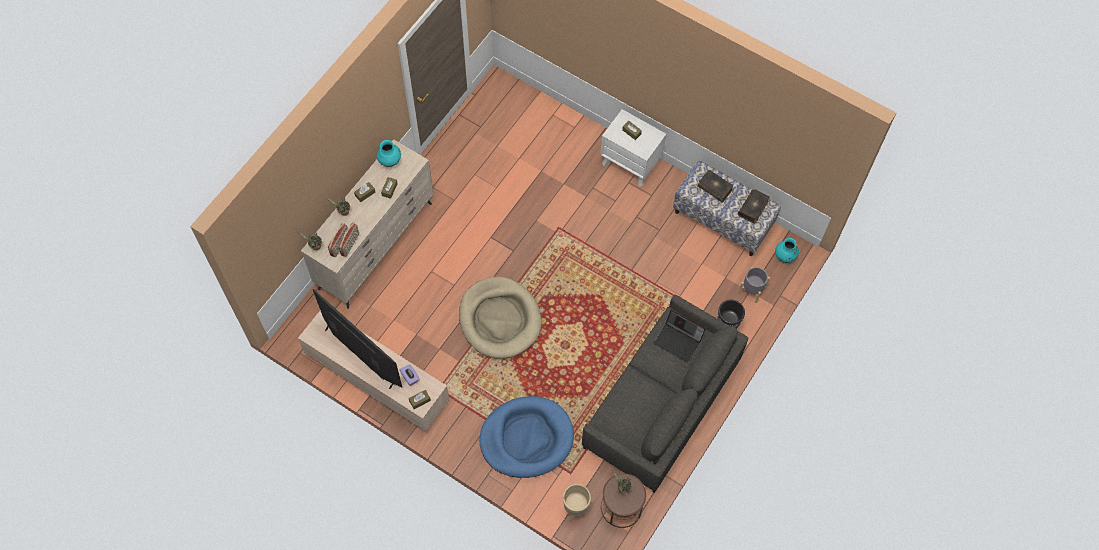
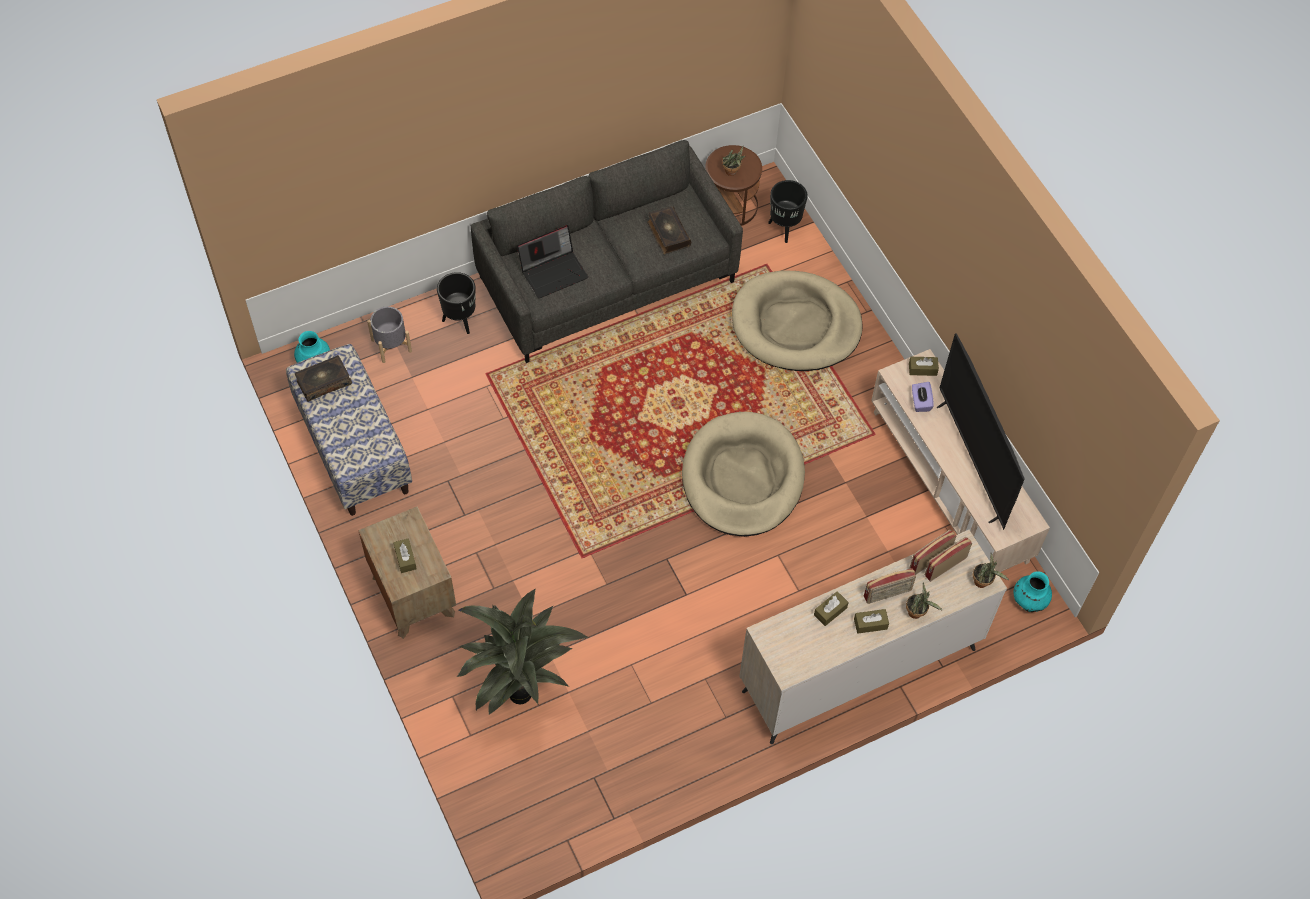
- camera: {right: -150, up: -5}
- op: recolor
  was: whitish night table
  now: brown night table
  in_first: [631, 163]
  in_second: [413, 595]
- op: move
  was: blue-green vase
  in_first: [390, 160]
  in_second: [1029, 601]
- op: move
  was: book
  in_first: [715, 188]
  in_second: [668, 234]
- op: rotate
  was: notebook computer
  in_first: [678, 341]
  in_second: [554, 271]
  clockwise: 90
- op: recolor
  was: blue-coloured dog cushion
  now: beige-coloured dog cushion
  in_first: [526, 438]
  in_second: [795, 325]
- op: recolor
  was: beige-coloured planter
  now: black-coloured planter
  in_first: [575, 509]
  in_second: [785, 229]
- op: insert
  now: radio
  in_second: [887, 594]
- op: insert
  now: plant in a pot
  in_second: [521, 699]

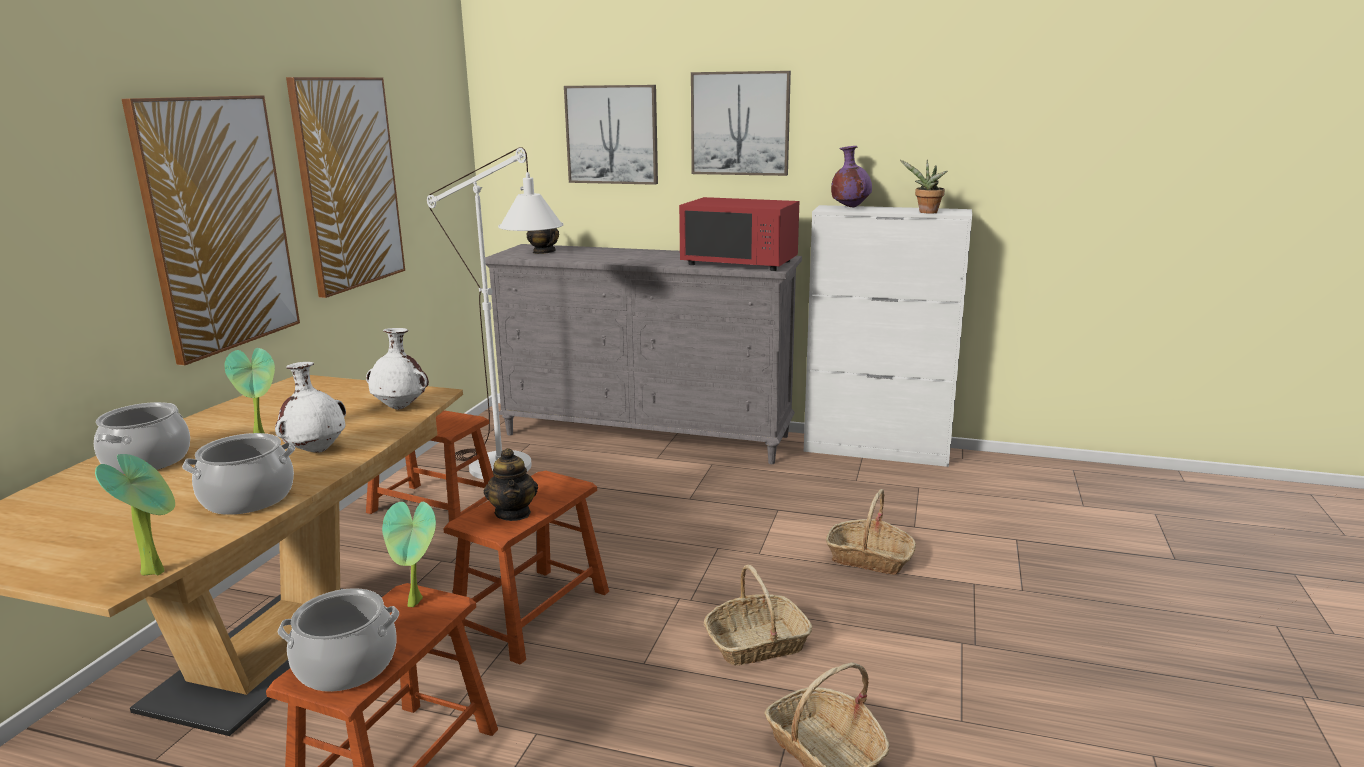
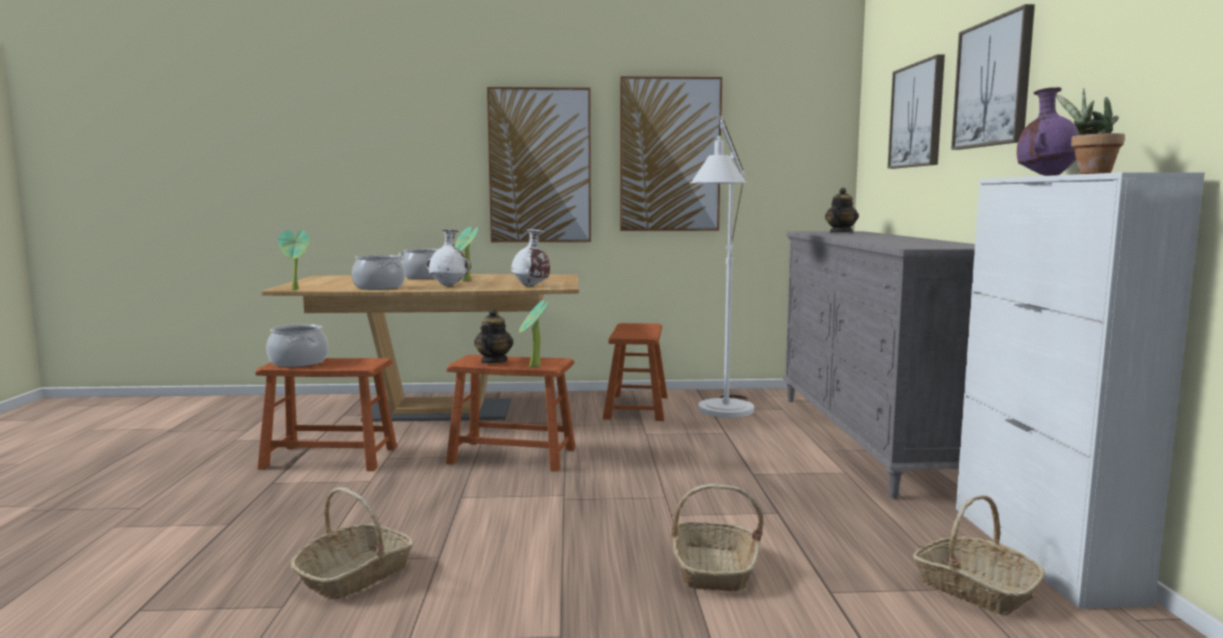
- camera: {right: 70, up: -10}
- op: delete
  was: red-coloured microwave
  in_first: [740, 262]
- op: rotate
  was: teapot
  in_first: [513, 513]
  in_second: [493, 361]
  clockwise: 135
- op: move
  was: plant in a pot
  in_first: [417, 603]
  in_second: [533, 367]
- op: move
  was: storage basket
  in_first: [757, 644]
  in_second: [974, 589]

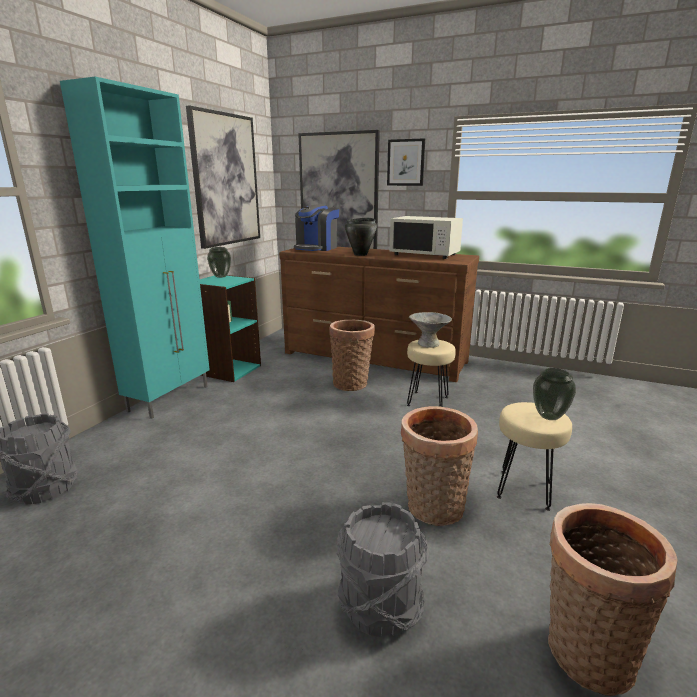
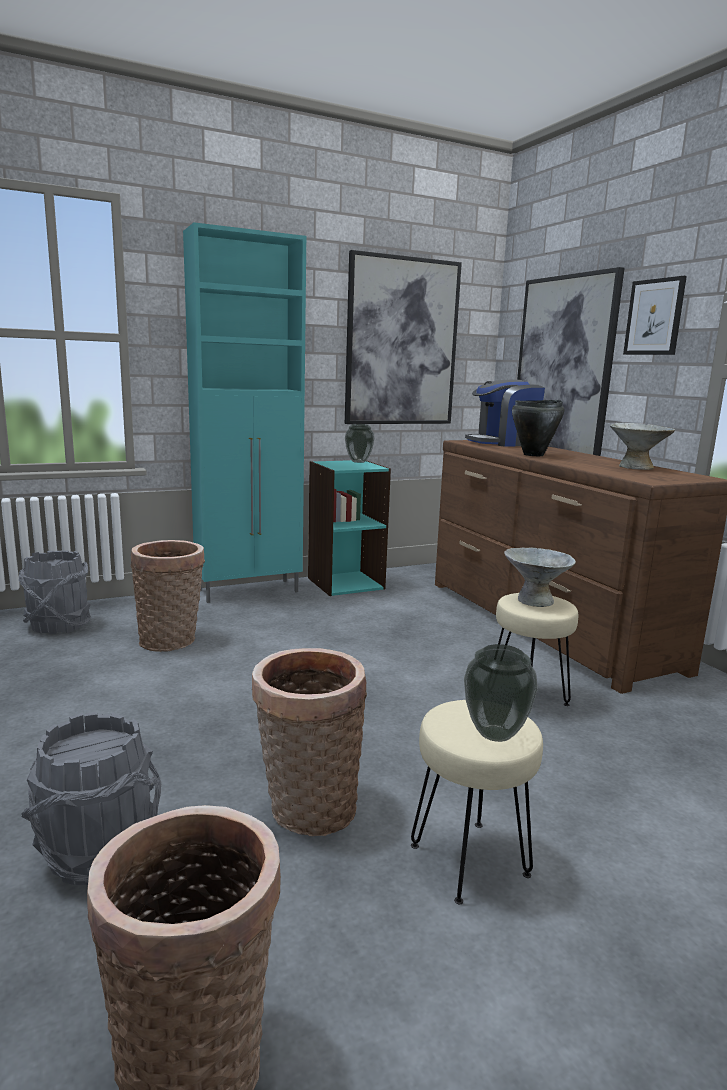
- camera: {right: 40, up: -5}
- op: replace
  was: whitish microwave
  now: greyish deep dish
  in_first: [425, 254]
  in_second: [636, 467]
- op: move
  was: storage basket
  in_first: [351, 383]
  in_second: [171, 640]

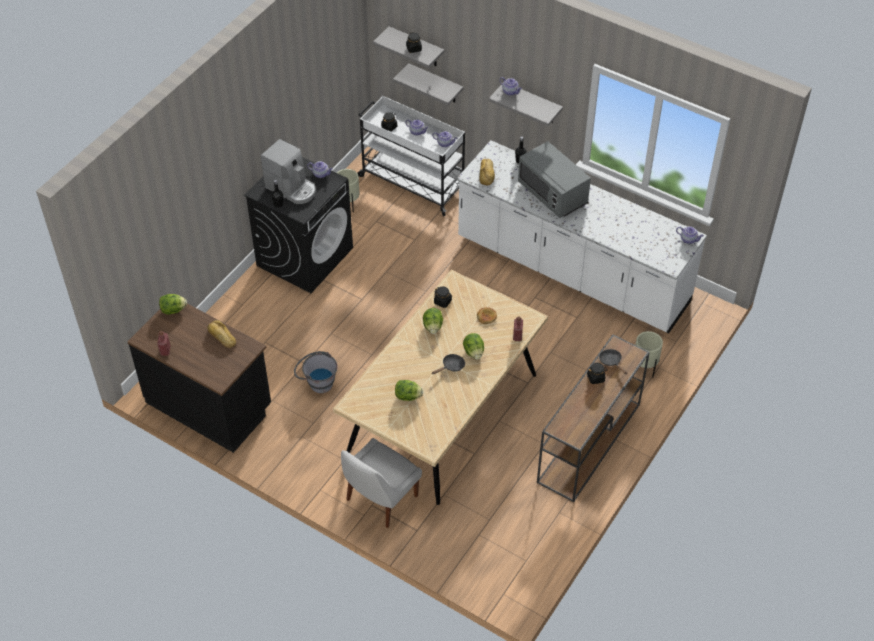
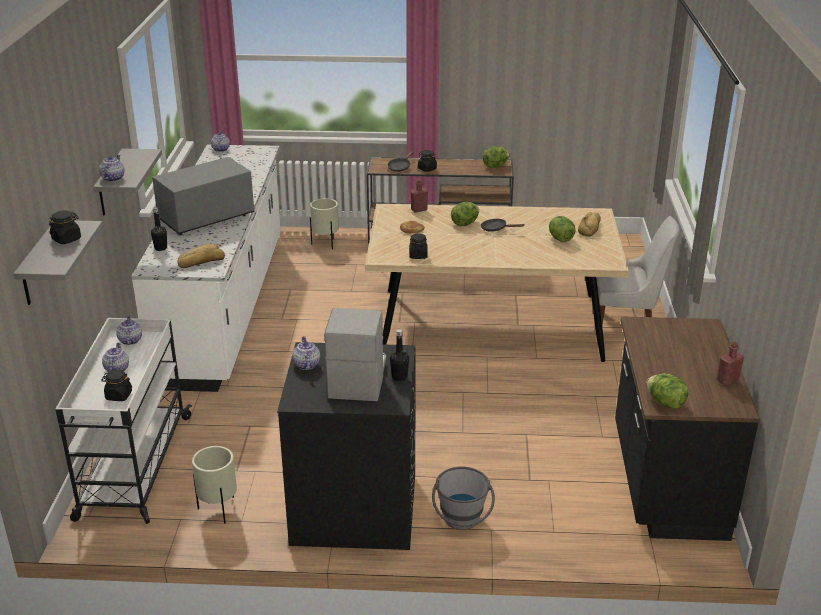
- camera: {right: -120, up: -20}
- op: delete
  was: greyish wall shelf
  in_first: [435, 84]
- op: rotate
  was: greyish microwave
  in_first: [553, 194]
  in_second: [206, 218]
  clockwise: -150
- op: move
  was: head of lettuce
  in_first: [433, 327]
  in_second: [495, 166]
- op: move
  was: bakery bread
  in_first: [221, 336]
  in_second: [590, 227]
- op: move
  was: greyish bucket
  in_first: [317, 382]
  in_second: [462, 523]

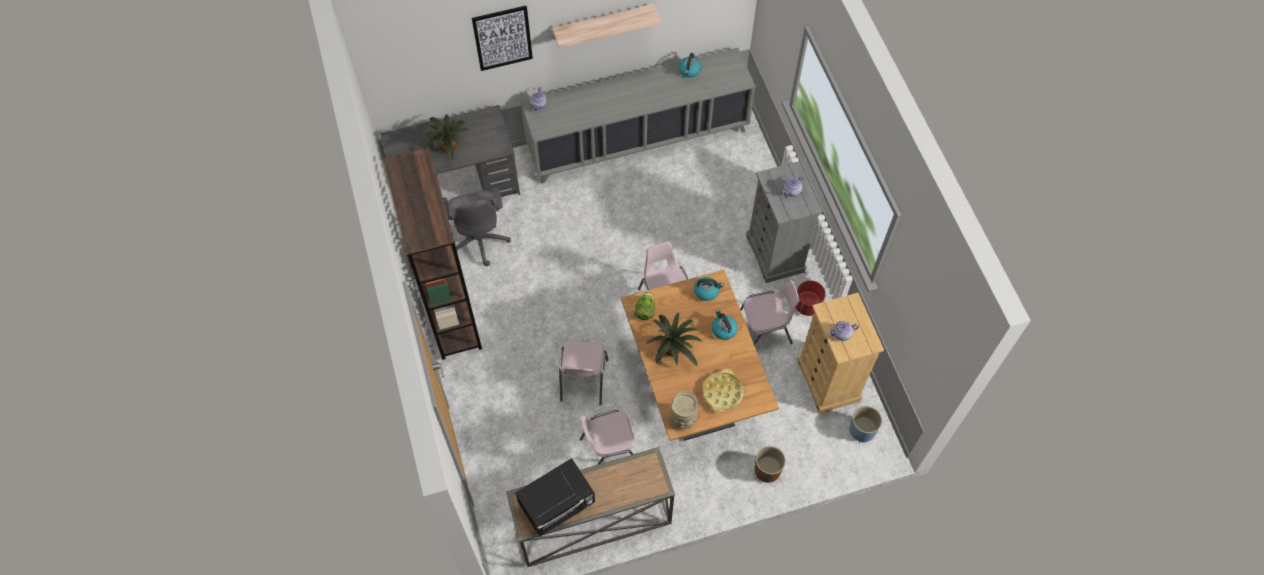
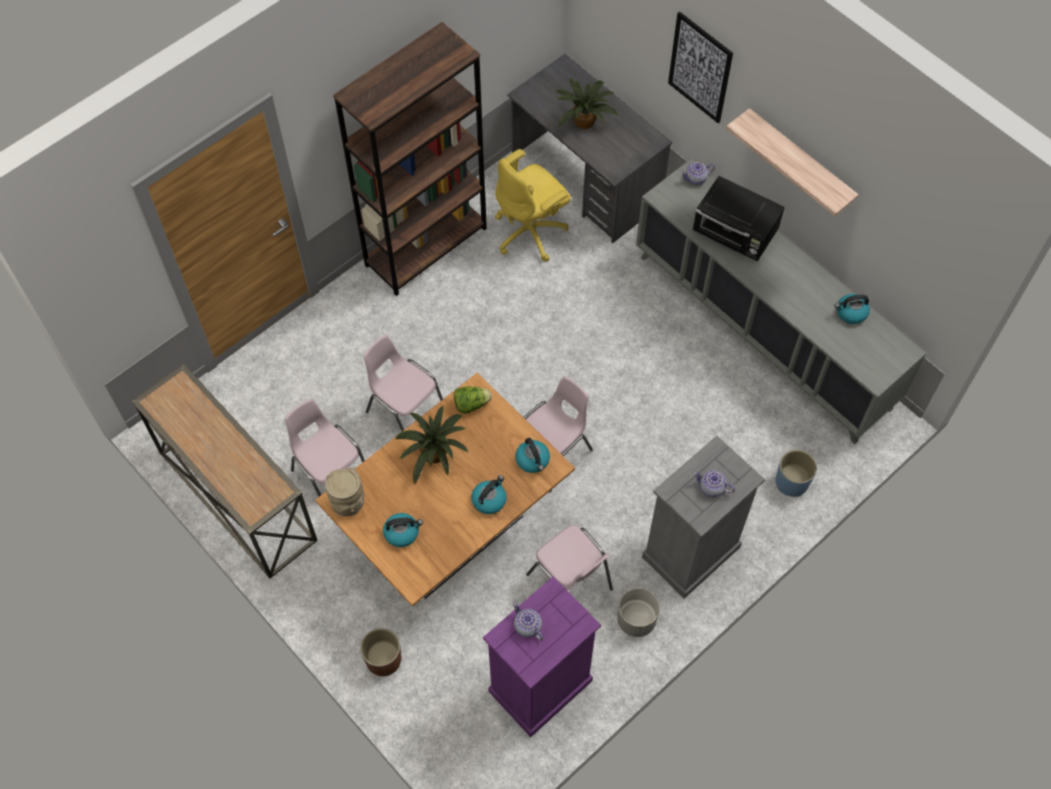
- camera: {right: 65, up: 0}
- op: recolor
  was: greyish computer chair
  now: yellow computer chair
  in_first: [480, 240]
  in_second: [531, 232]
- op: recolor
  was: red-coloured planter
  now: greyish planter
  in_first: [807, 305]
  in_second: [636, 620]
- op: recolor
  was: beige-coloured chest of drawers
  now: purplish chest of drawers
  in_first: [828, 381]
  in_second: [540, 687]
- op: rotate
  was: pink-coloured upright chair
  in_first: [583, 381]
  in_second: [405, 412]
  clockwise: 60
- op: replace
  was: yellow tray
  now: tea kettle
  in_first: [722, 392]
  in_second: [402, 532]
- op: move
  was: blue-coloured planter
  in_first: [862, 430]
  in_second: [792, 482]
- op: move
  was: black-coloured microwave
  in_first: [558, 504]
  in_second: [735, 234]

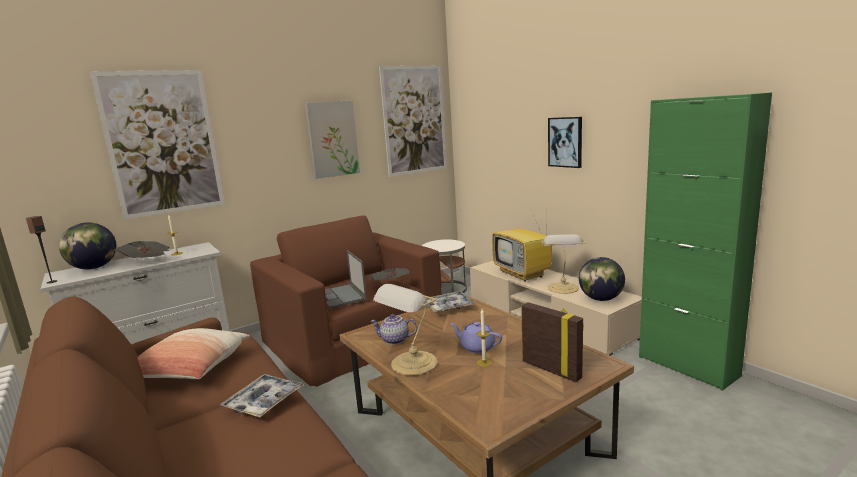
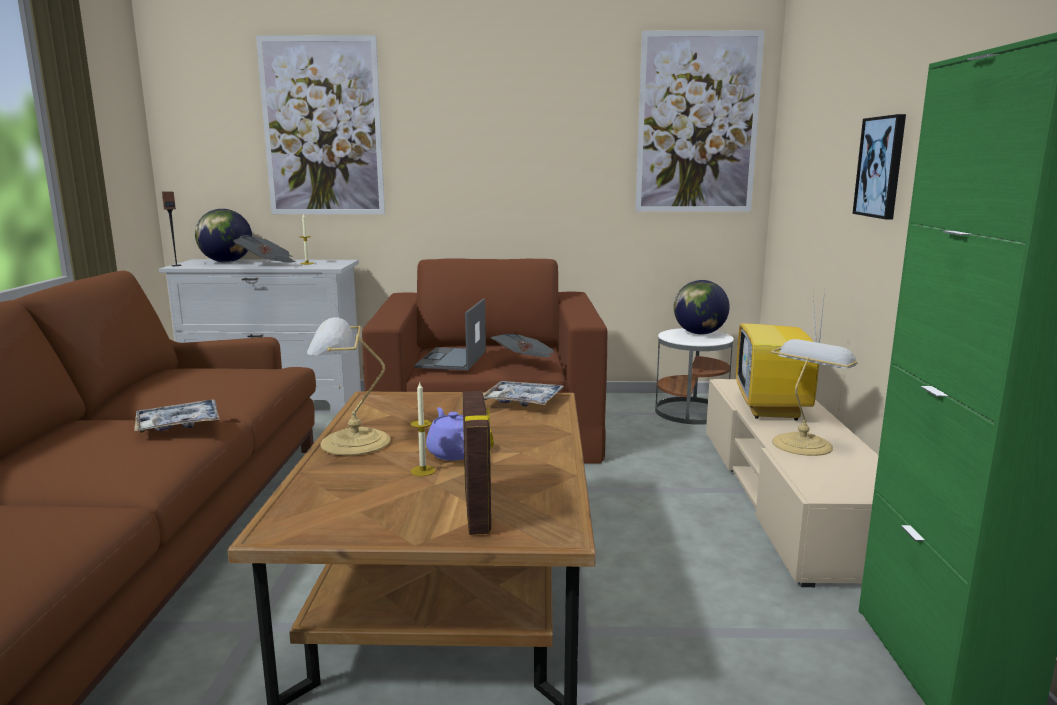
- camera: {right: 35, up: 0}
- op: delete
  was: wall art
  in_first: [332, 139]
- op: move
  was: world globe
  in_first: [600, 299]
  in_second: [699, 333]
- op: delete
  was: teapot
  in_first: [394, 340]
- op: delete
  was: cushion
  in_first: [190, 370]

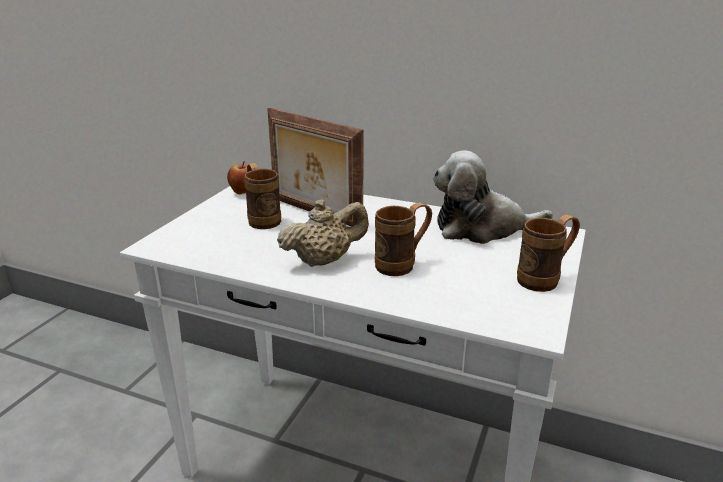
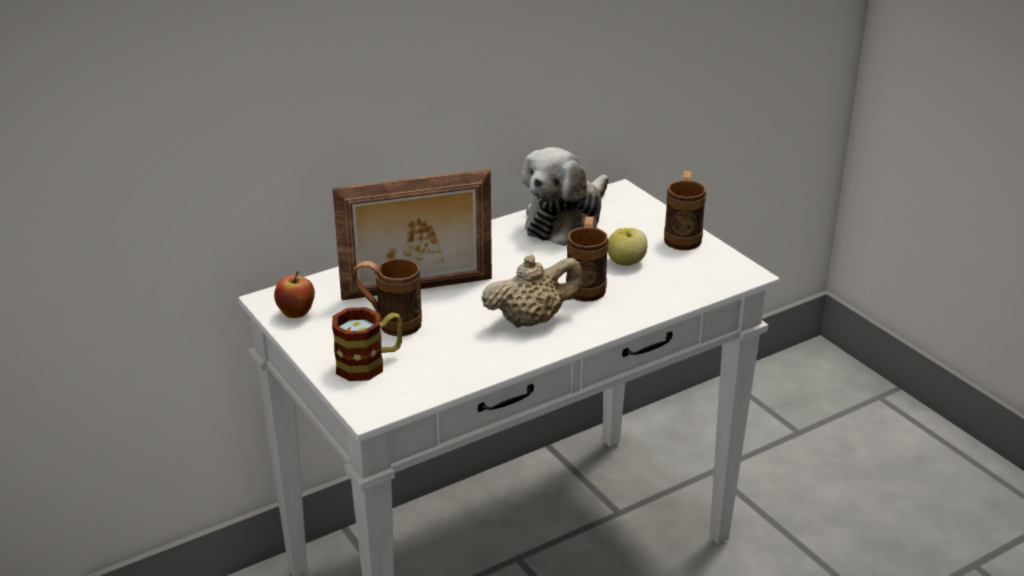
- camera: {right: -55, up: 5}
- op: rotate
  was: beige-coloured teapot
  in_first: [324, 260]
  in_second: [532, 320]
  clockwise: 60
- op: insert
  now: apple fruit
  in_second: [626, 263]
- op: insert
  now: tea mug
  in_second: [370, 364]

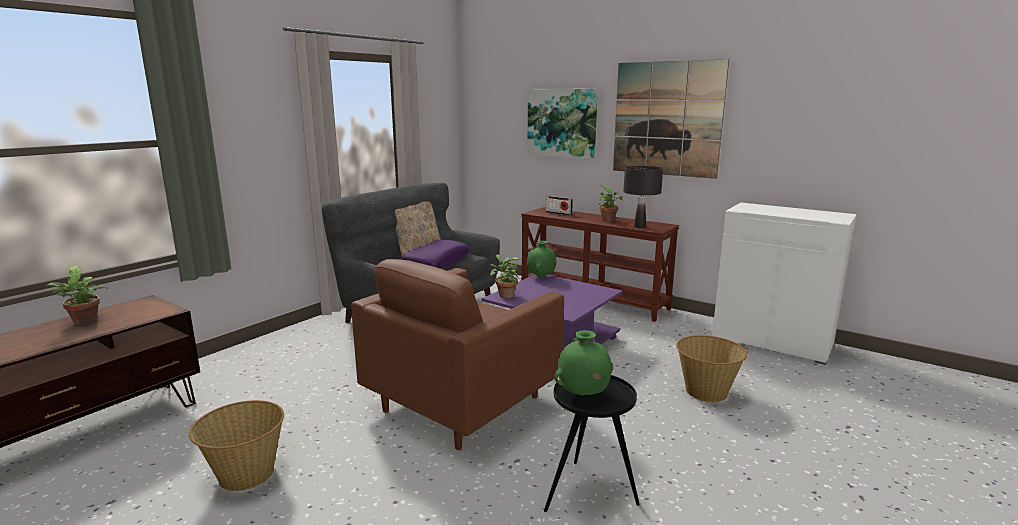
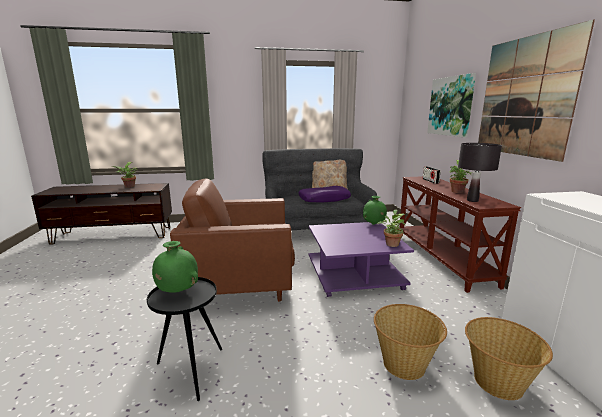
- camera: {right: 45, up: 0}
- op: move
  was: plant in a pot
  in_first: [504, 295]
  in_second: [391, 243]
- op: move
  was: storage basket
  in_first: [245, 475]
  in_second: [497, 382]

